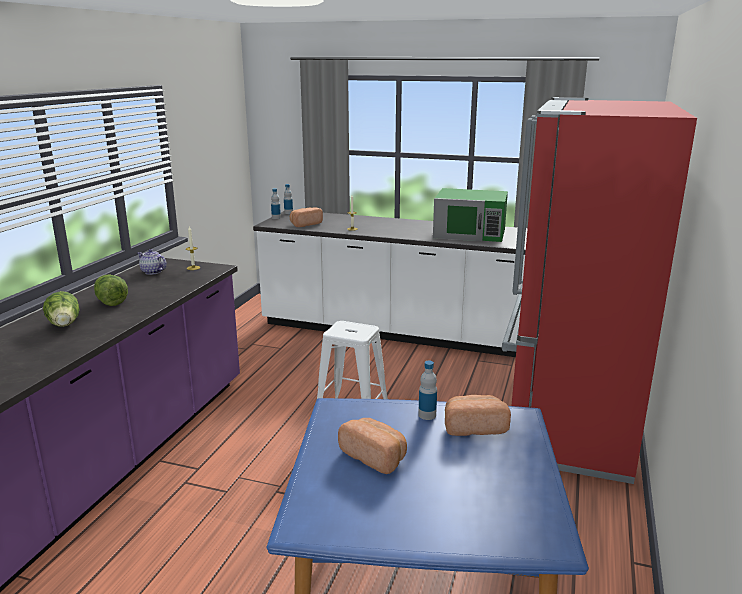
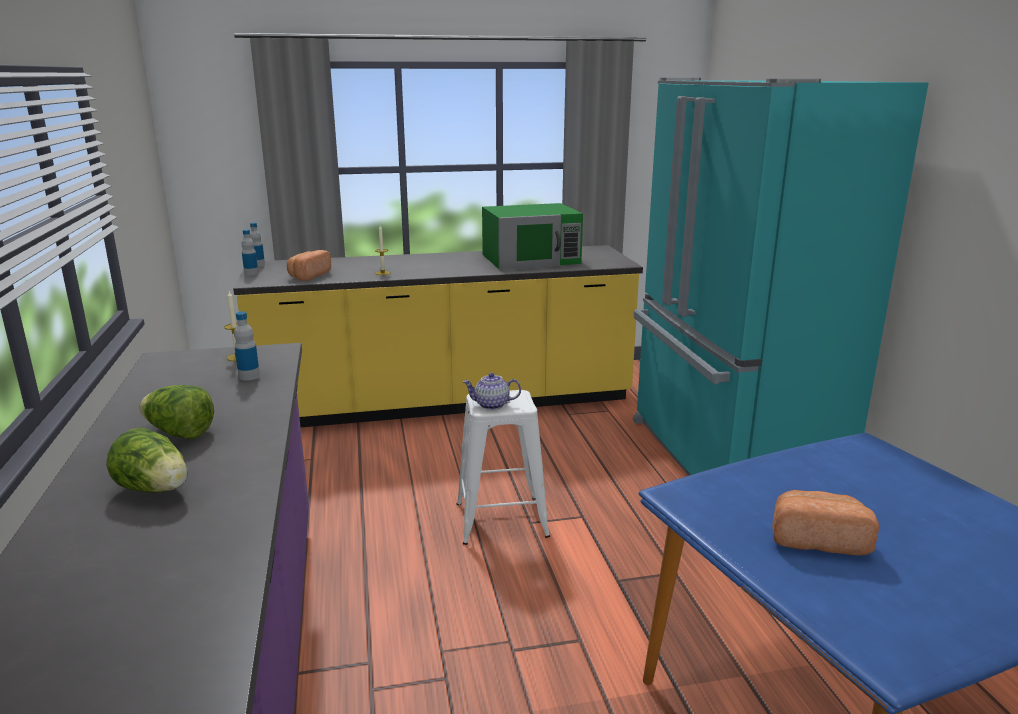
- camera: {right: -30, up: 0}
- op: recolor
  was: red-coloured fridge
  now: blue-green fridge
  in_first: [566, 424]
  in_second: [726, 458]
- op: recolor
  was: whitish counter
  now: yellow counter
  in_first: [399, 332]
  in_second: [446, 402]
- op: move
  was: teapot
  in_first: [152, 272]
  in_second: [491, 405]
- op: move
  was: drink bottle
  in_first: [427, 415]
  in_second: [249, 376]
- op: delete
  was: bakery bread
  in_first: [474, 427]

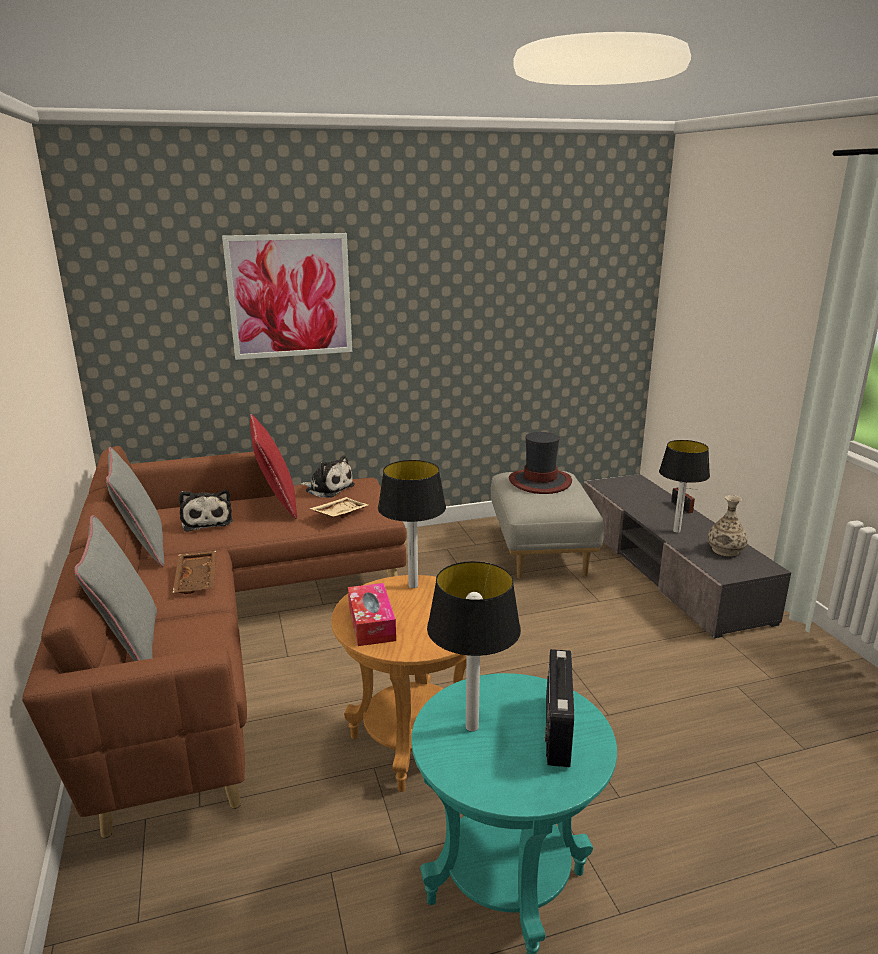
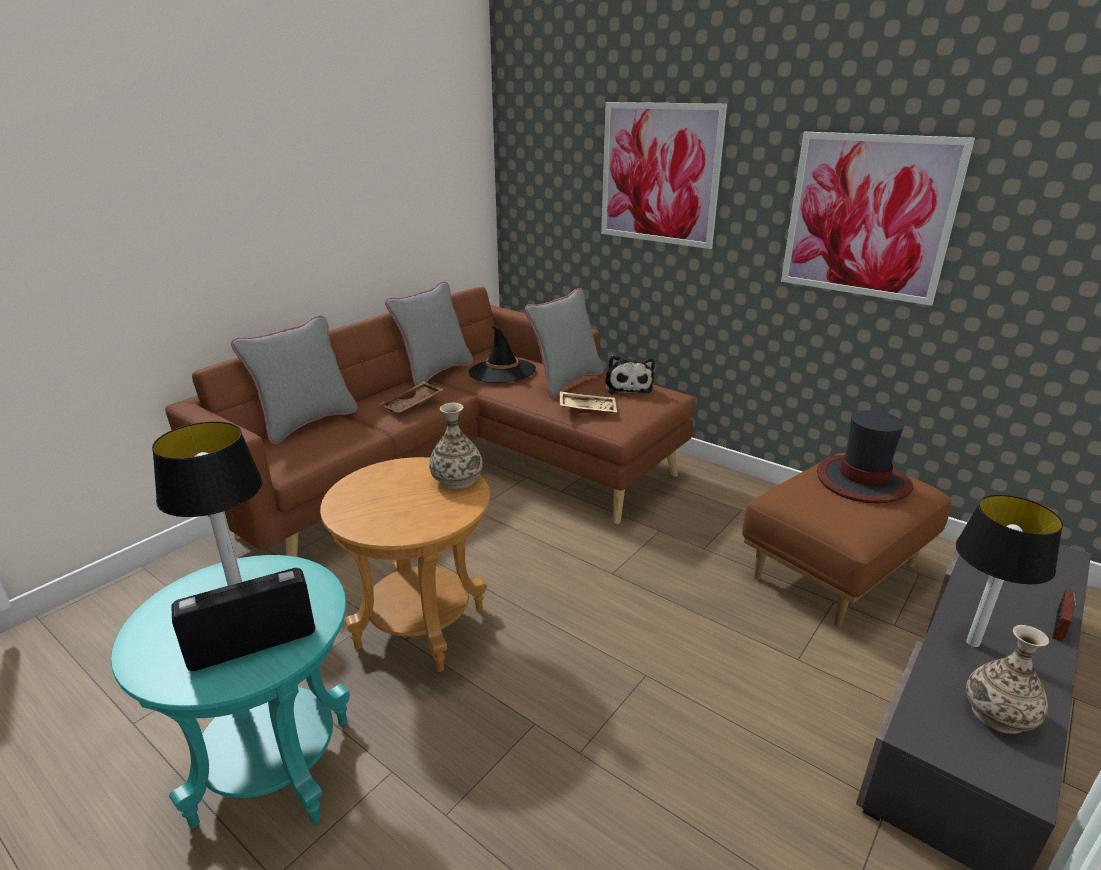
- camera: {right: 55, up: 5}
- op: recolor
  was: red-coloured cushion
  now: greyish cushion
  in_first: [276, 505]
  in_second: [566, 381]
- op: replace
  was: table lamp
  now: vase
  in_first: [414, 585]
  in_second: [457, 480]
- op: recolor
  was: greyish pouffe
  now: brown pouffe
  in_first: [540, 552]
  in_second: [833, 570]
- op: replace
  was: cuddly toy
  now: black-coloured hat
  in_first: [207, 521]
  in_second: [502, 371]
- op: delete
  was: tissue box
  in_first: [371, 623]
- op: insert
  now: wall art
  in_second: [868, 217]

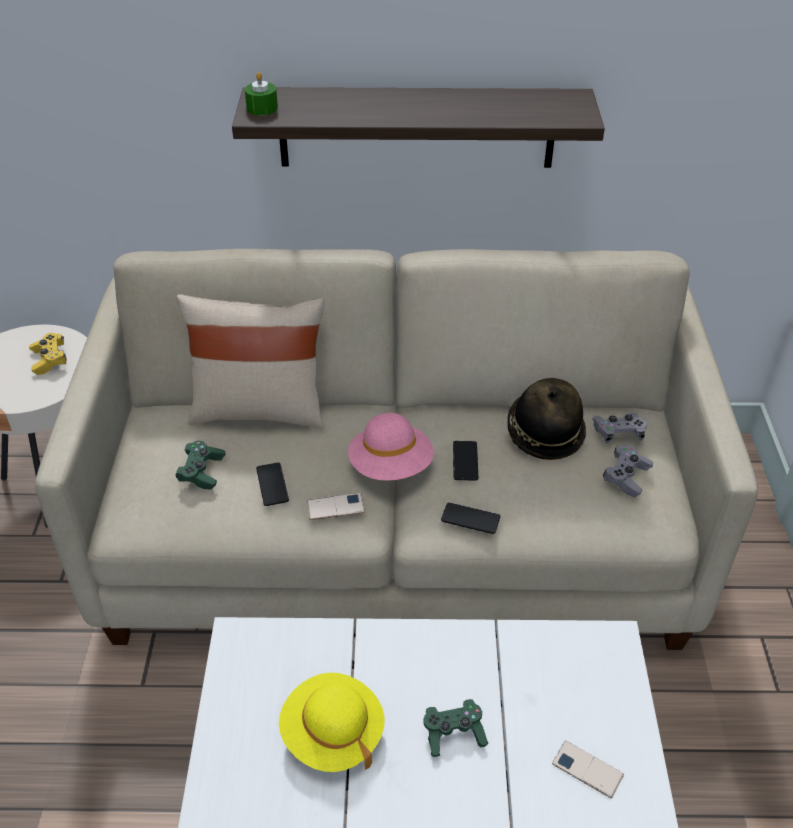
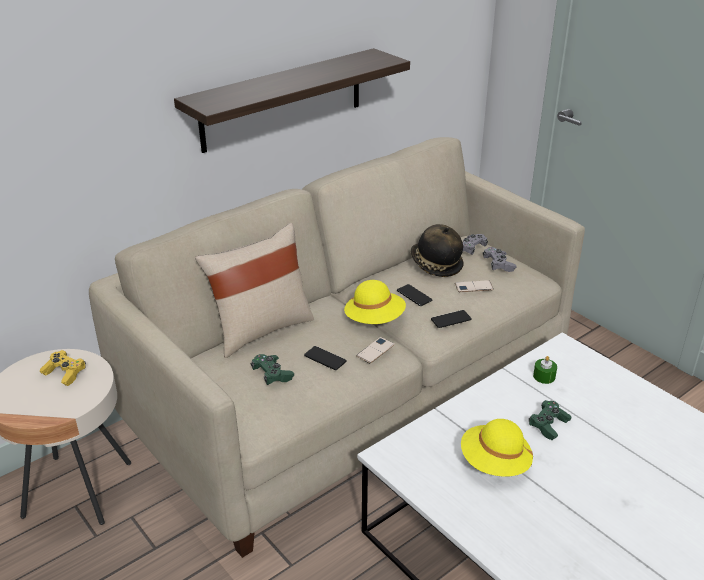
- camera: {right: -40, up: -10}
- op: move
  was: greenish candle
  in_first: [262, 108]
  in_second: [544, 376]
- op: recolor
  was: pink-coloured hat
  now: yellow hat
  in_first: [391, 466]
  in_second: [374, 319]
- op: move
  was: handset
  in_first: [587, 769]
  in_second: [474, 287]

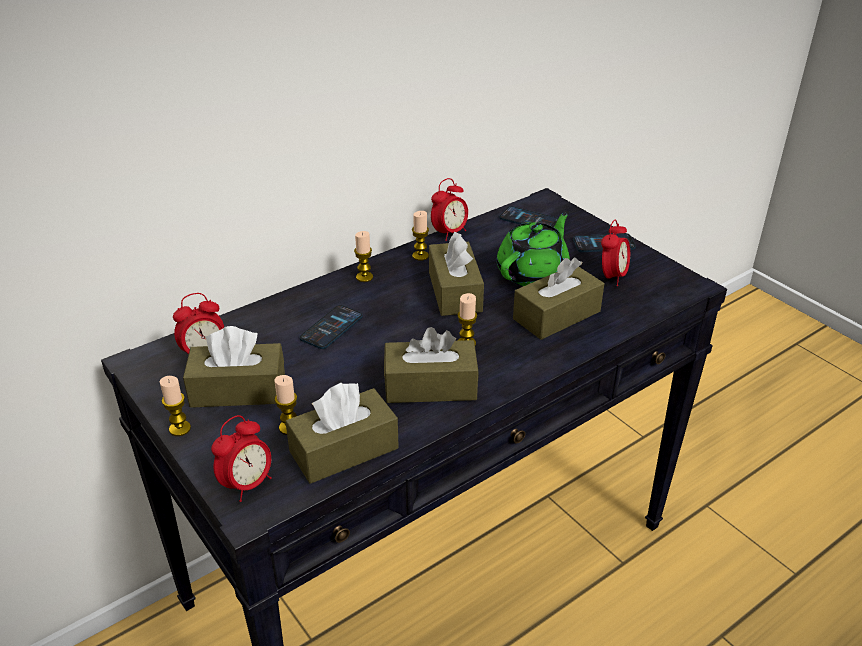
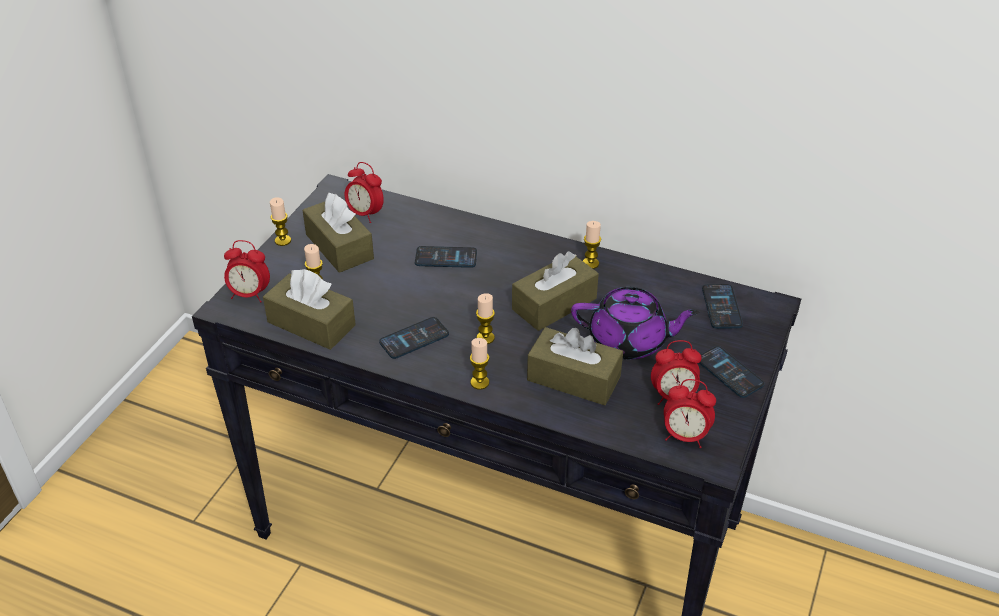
- camera: {right: 60, up: 5}
- op: move
  was: alarm clock
  in_first: [449, 233]
  in_second: [685, 436]
- op: recolor
  was: greenish teapot
  now: purplish teapot
  in_first: [533, 273]
  in_second: [629, 341]
- op: move
  was: candle
  in_first: [364, 277]
  in_second: [479, 382]
- op: replace
  was: brown tissue box
  now: handset
  in_first: [430, 386]
  in_second: [414, 338]

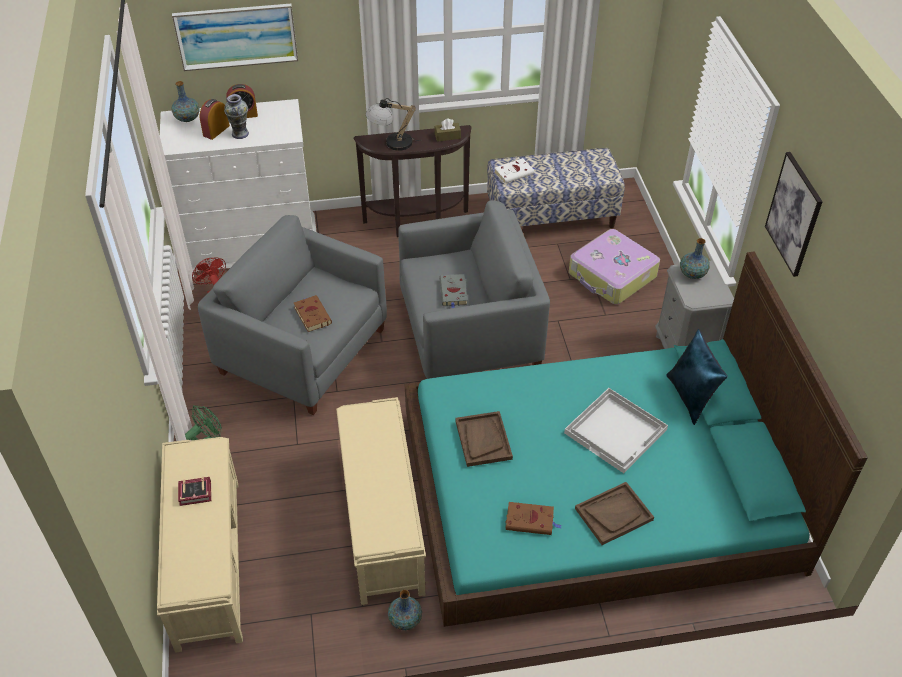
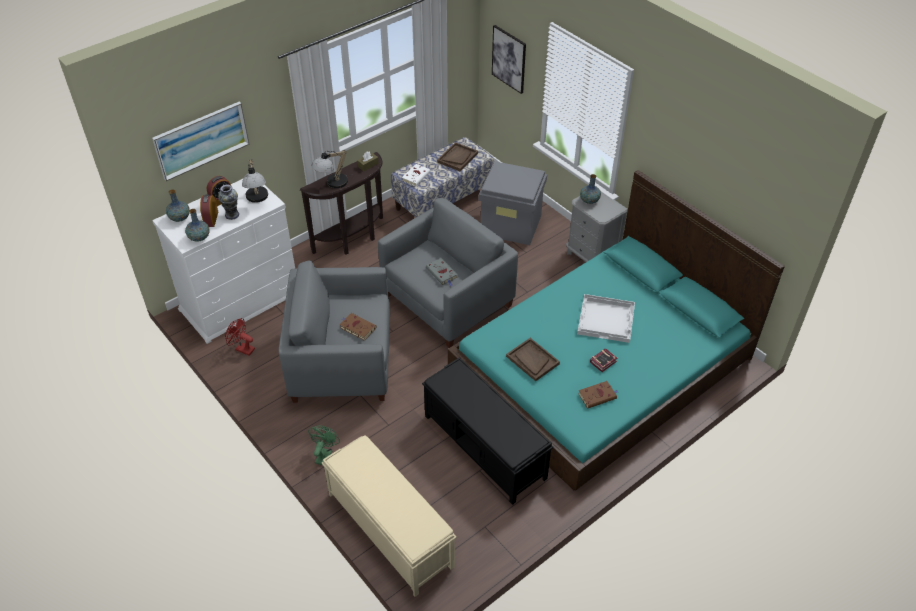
- camera: {right: -30, up: 0}
- op: move
  was: wall art
  in_first: [794, 214]
  in_second: [509, 59]
- op: replace
  was: travel case
  now: greyish storage box
  in_first: [612, 276]
  in_second: [511, 225]
- op: delete
  was: blue-coloured cushion
  in_first: [691, 397]
- op: recolor
  was: beige-coloured long seat
  now: black-coloured long seat
  in_first: [382, 521]
  in_second: [485, 447]
- op: move
  was: book
  in_first: [197, 494]
  in_second: [604, 361]
- op: move
  was: brown tray
  in_first: [614, 514]
  in_second: [457, 157]
- op: move
  was: vase
  in_first: [405, 620]
  in_second: [199, 238]
- op: insert
  now: table lamp
  in_second: [257, 199]

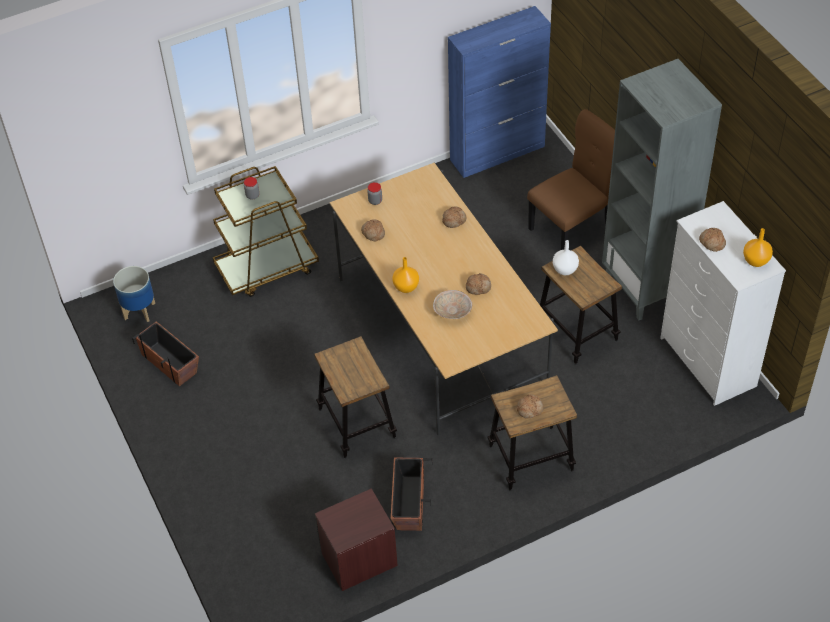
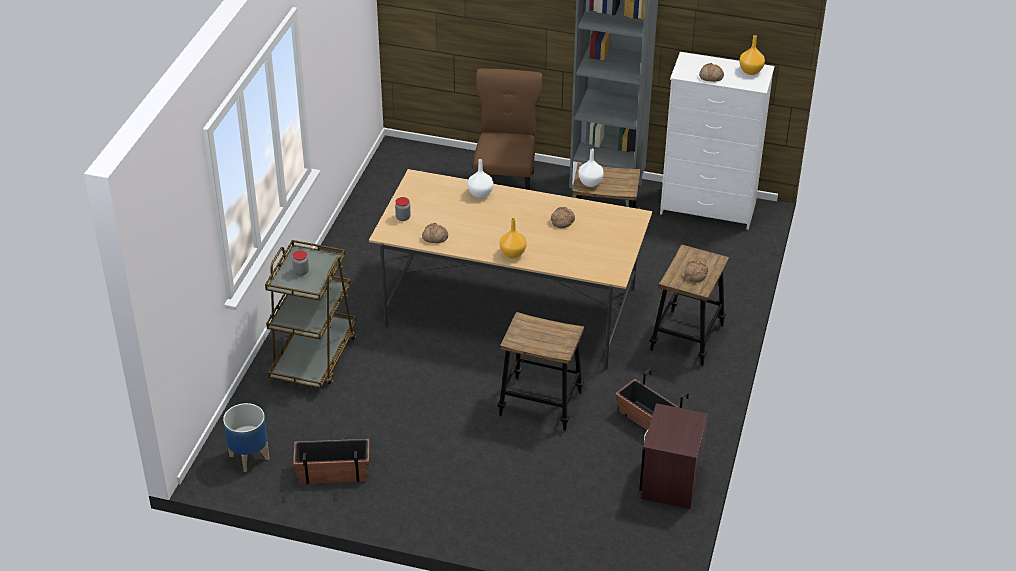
- camera: {right: -50, up: -10}
- op: delete
  was: blue-coloured cabinet
  in_first: [498, 153]
- op: replace
  was: bakery bread
  now: whitish vase
  in_first: [454, 220]
  in_second: [480, 193]
- op: delete
  was: beige-coloured deep dish
  in_first: [453, 311]

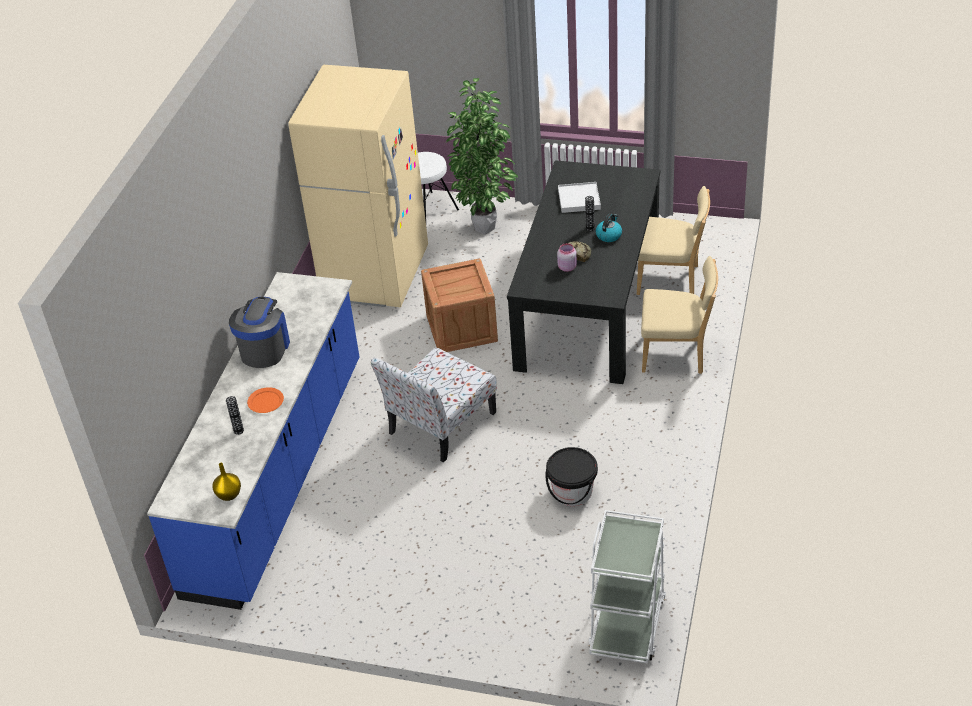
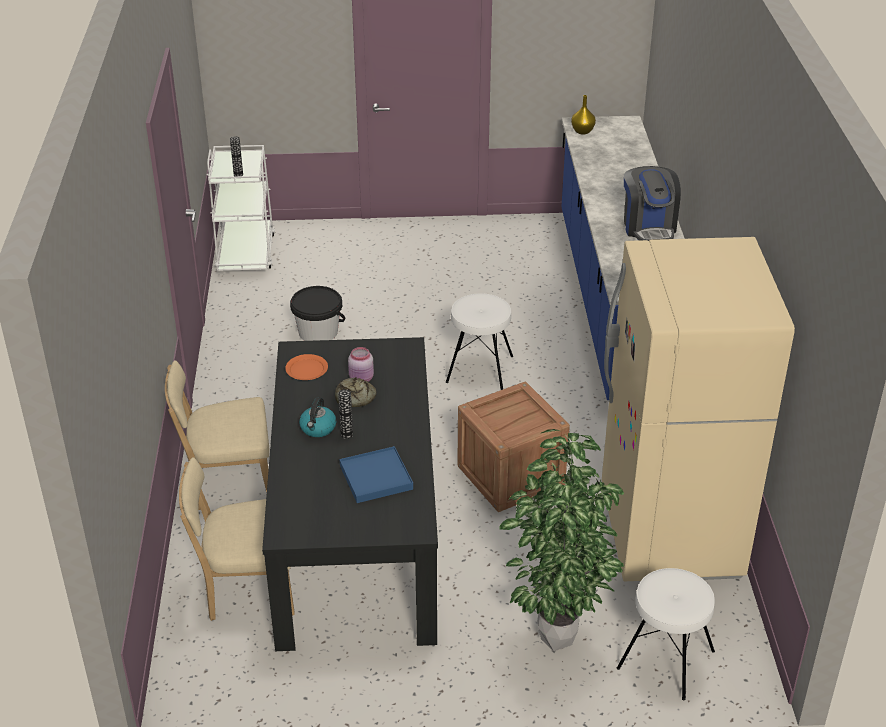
- camera: {right: 160, up: -5}
- op: recolor
  was: whitish tray
  now: blue-coloured tray
  in_first: [579, 199]
  in_second: [376, 477]
- op: replace
  was: upright chair
  now: whitish stool
  in_first: [440, 424]
  in_second: [479, 369]
- op: move
  was: orangey plate
  in_first: [265, 402]
  in_second: [307, 369]
- op: move
  was: vase
  in_first: [238, 431]
  in_second: [238, 174]

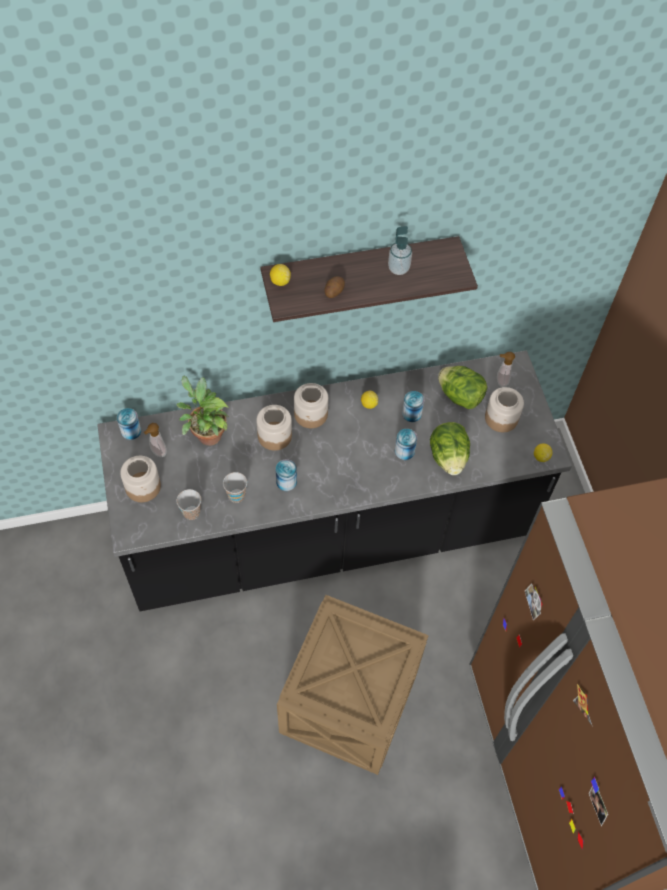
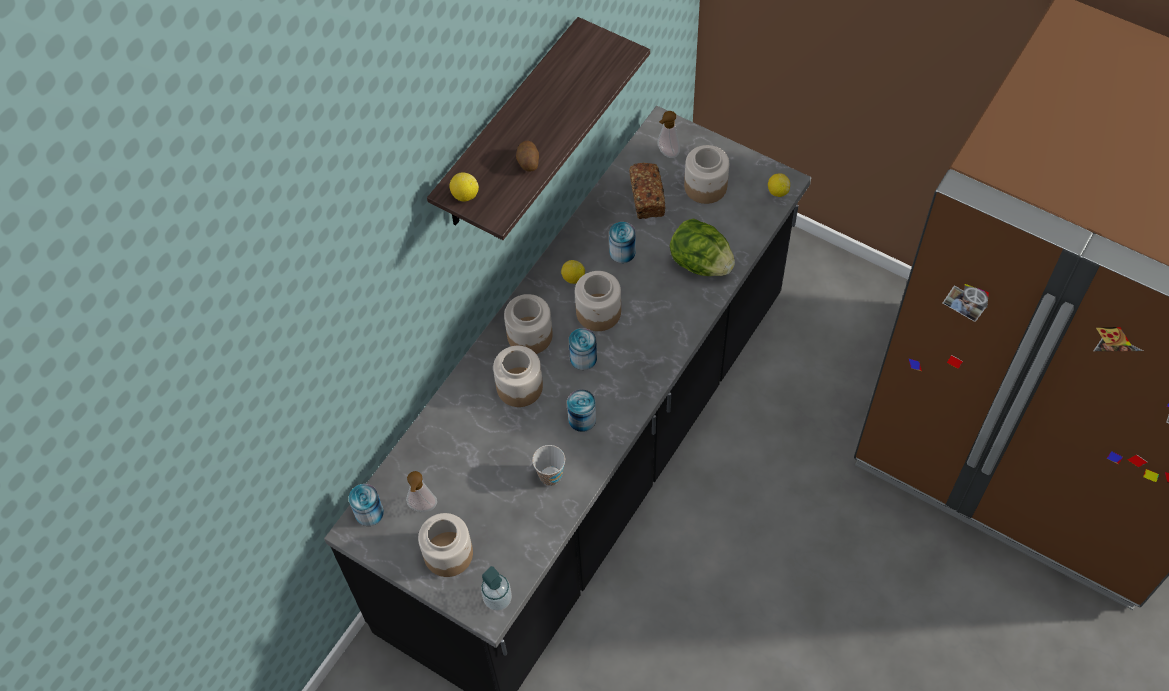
- camera: {right: -40, up: 0}
- op: move
  was: soap bottle
  in_first: [398, 268]
  in_second: [498, 599]
- op: replace
  was: head of lettuce
  now: bakery bread
  in_first: [460, 396]
  in_second: [647, 198]
- op: delete
  was: plant in a pot
  in_first: [206, 434]
- op: move
  was: can
  in_first: [404, 451]
  in_second: [583, 358]
- op: delete
  was: drinking cup
  in_first: [191, 513]
- op: delete
  was: shipping crate
  in_first: [350, 699]
- op: insert
  now: preserve jar
  in_second: [599, 312]

